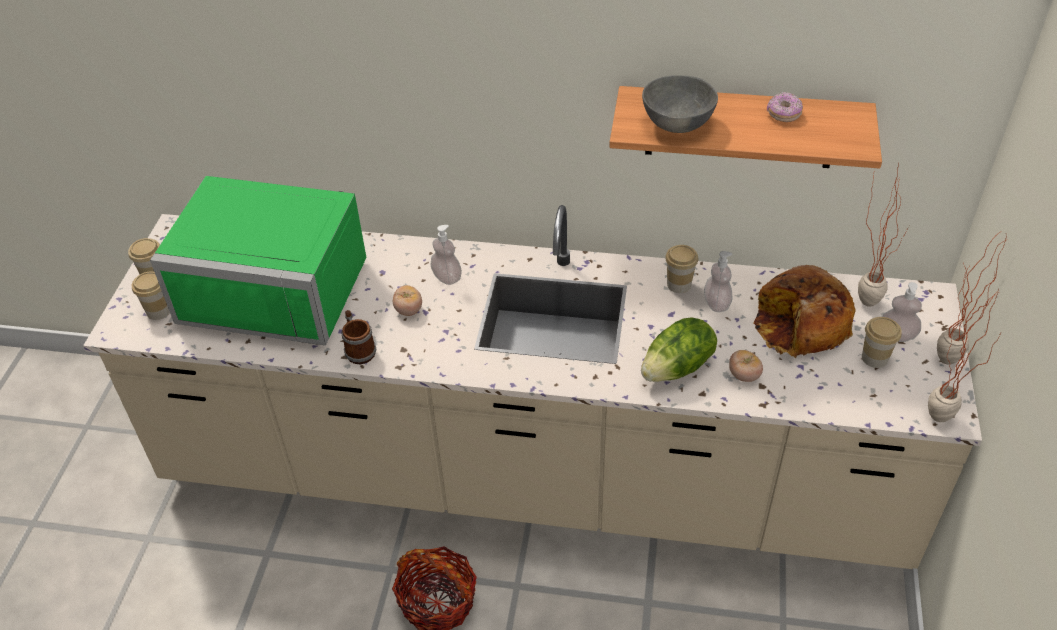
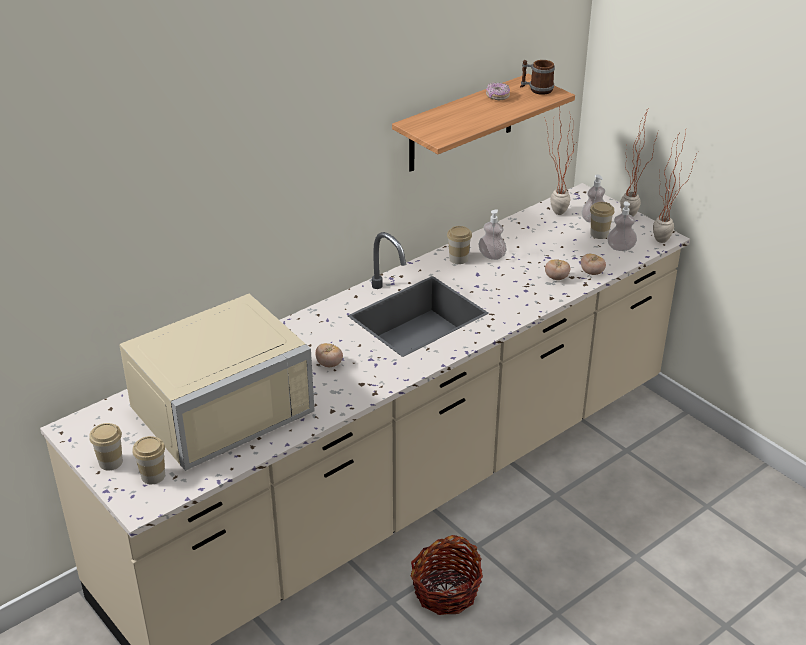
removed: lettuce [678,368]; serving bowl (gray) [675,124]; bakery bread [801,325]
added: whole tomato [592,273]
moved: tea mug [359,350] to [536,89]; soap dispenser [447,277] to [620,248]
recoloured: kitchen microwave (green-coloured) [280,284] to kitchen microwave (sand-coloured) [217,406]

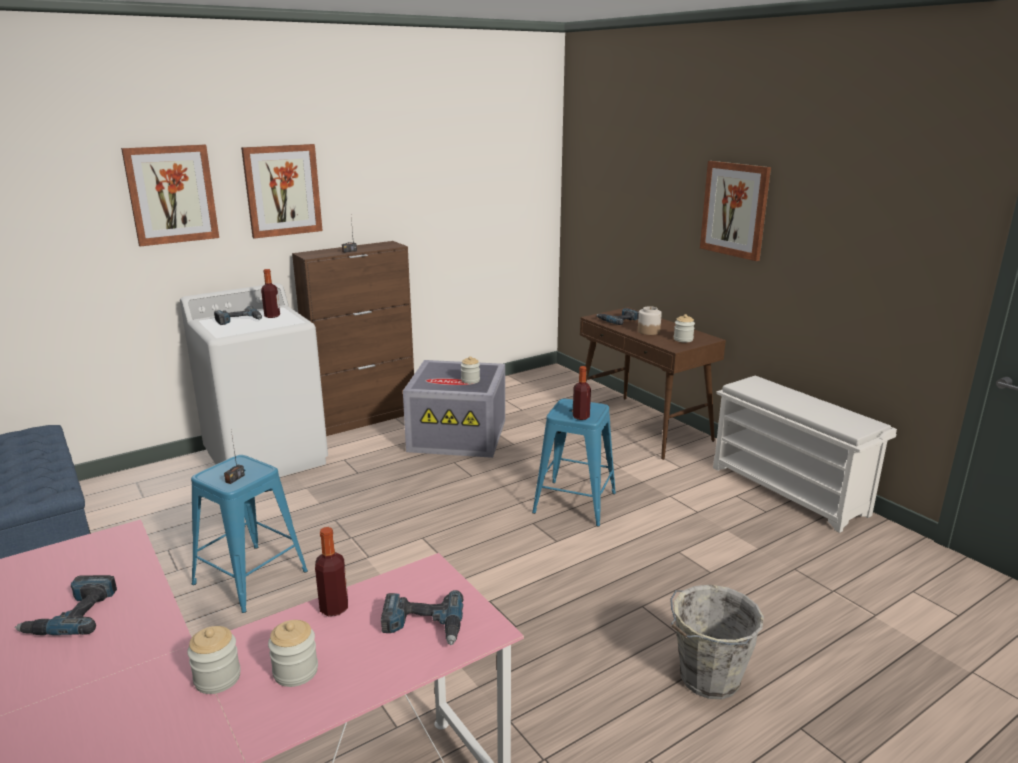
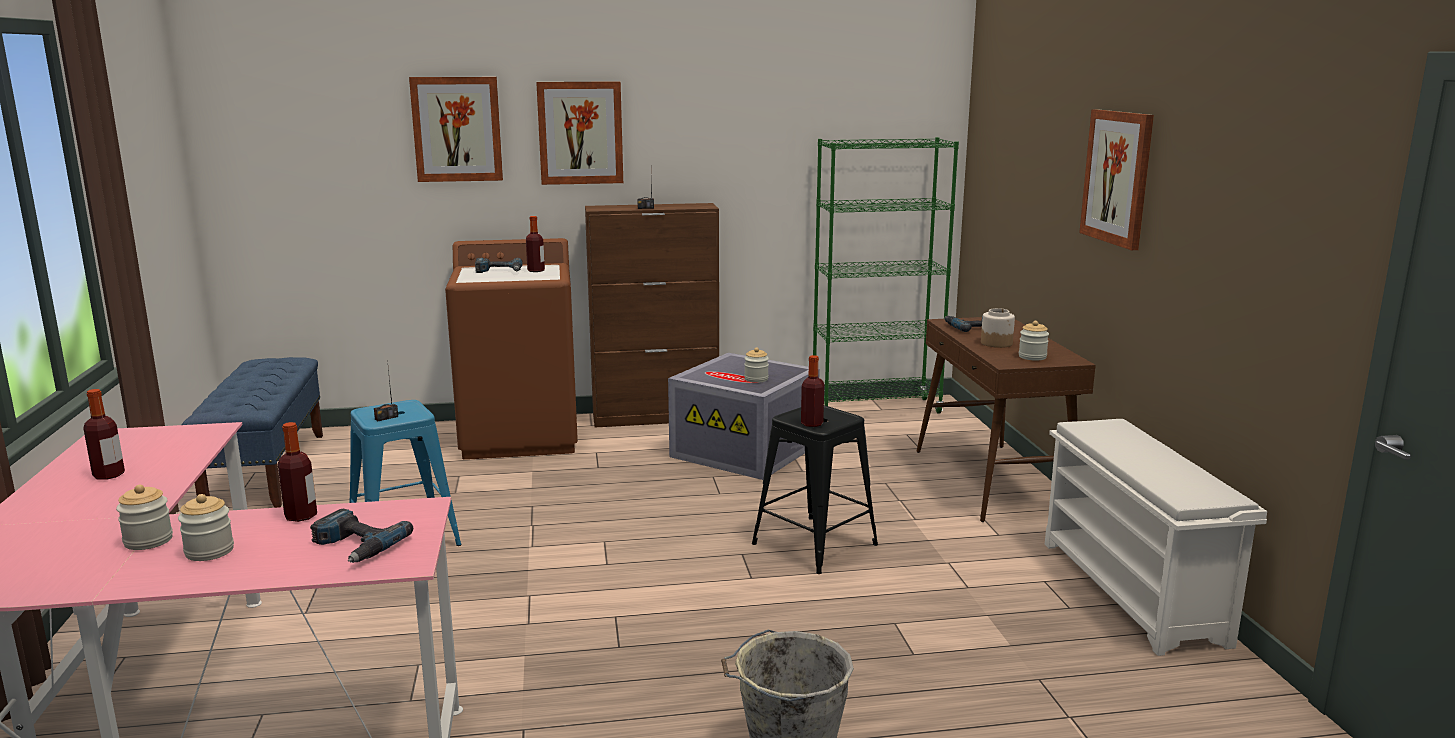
added: shelving unit (green-coloured) [875,409]
replaced: power drill [73,614] to drink bottle [109,475]
recoloured: washing machine (white) [267,457] to washing machine (brown) [521,436]; stool seat (blue) [574,503] to stool seat (black-coloured) [814,544]

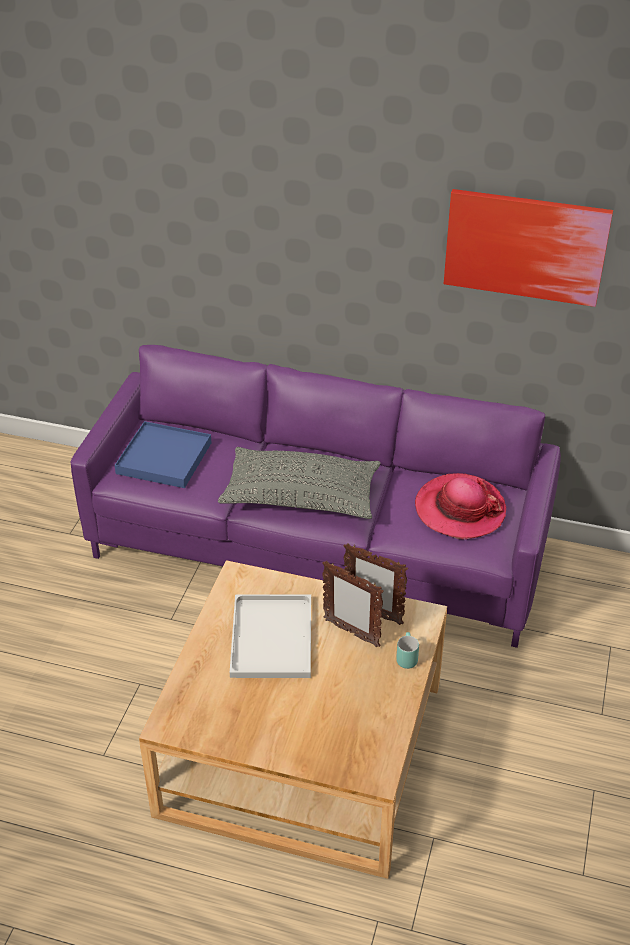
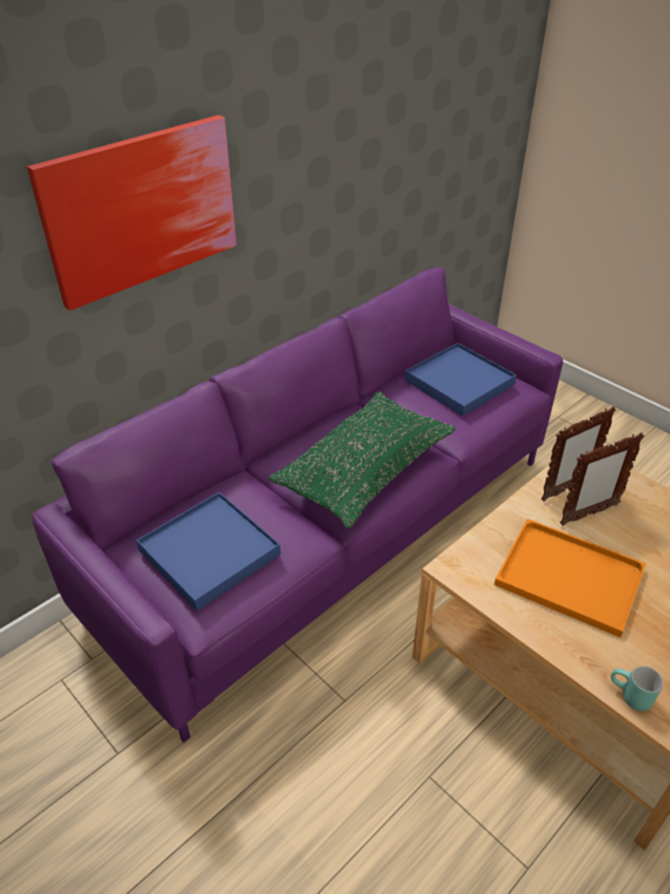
moved: wall picture [525,246] to [142,209]; tea mug (turquoise-coloured) [405,657] to [629,697]
replaced: hat [460,509] to serving tray (blue) [459,382]
recoloured: throw pillow (gray) [301,497] to throw pillow (green-coloured) [365,470]; serving tray (white) [273,639] to serving tray (orange) [572,577]

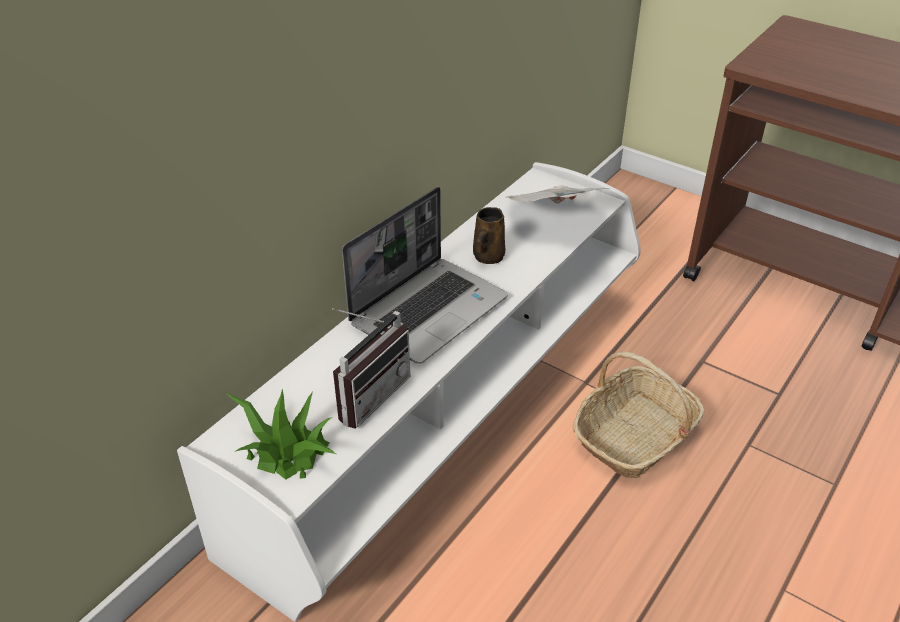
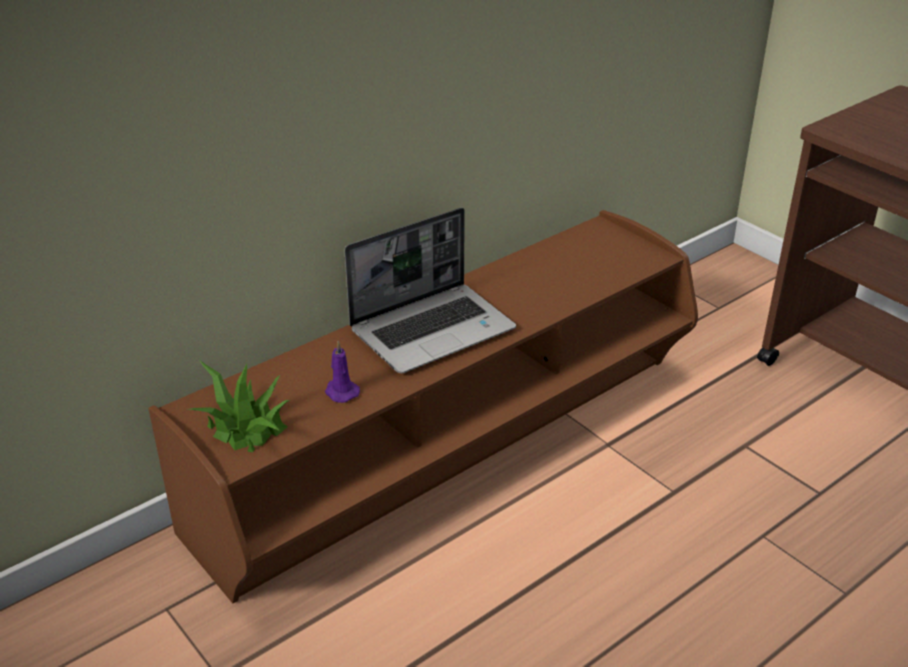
removed: tea mug (brown) [487,257]; printed paper [554,217]; storage basket [634,436]
replaced: radio [367,394] to wax light (purplish) [341,392]
recoloured: tv unit (white) [450,414] to tv unit (brown) [454,449]

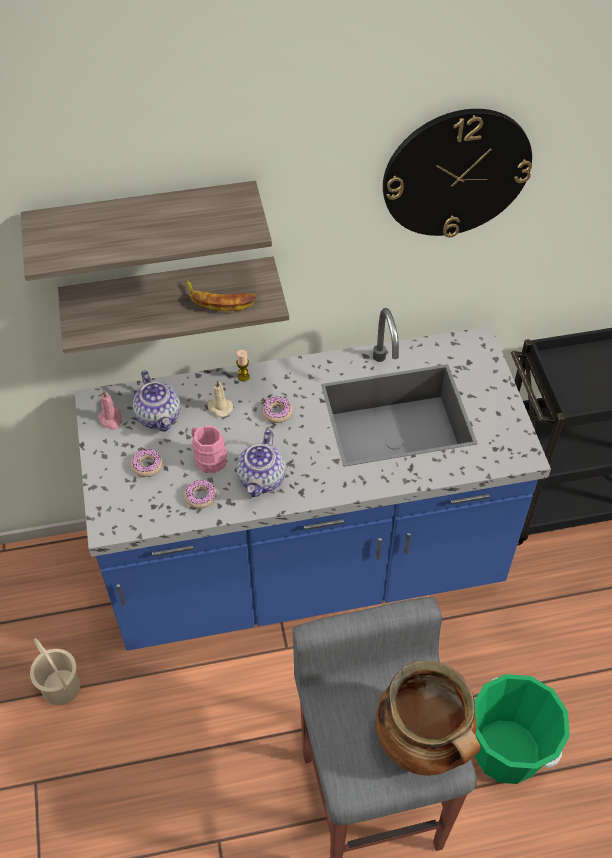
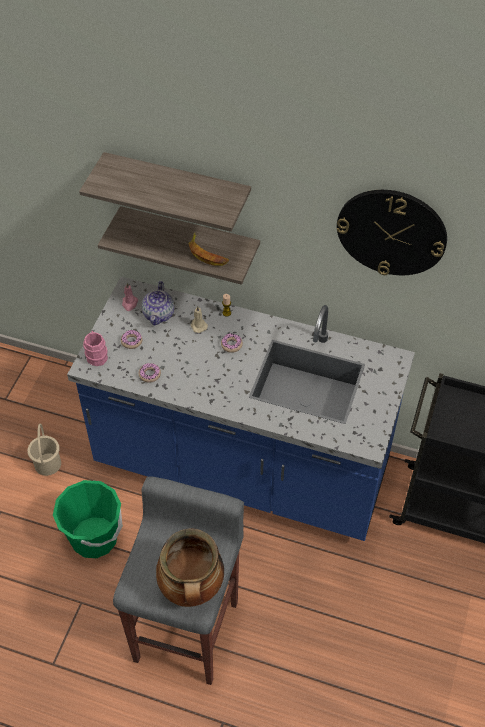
removed: tea pot [262,479]
moved: bucket (green-coloured) [506,751] to [94,538]; tea mug (pink-coloured) [207,457] to [96,355]

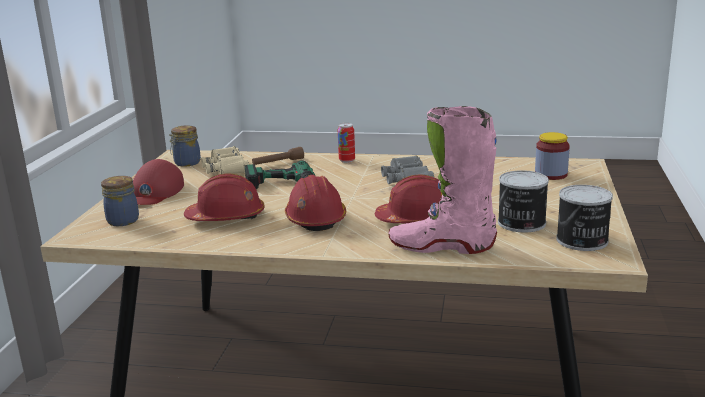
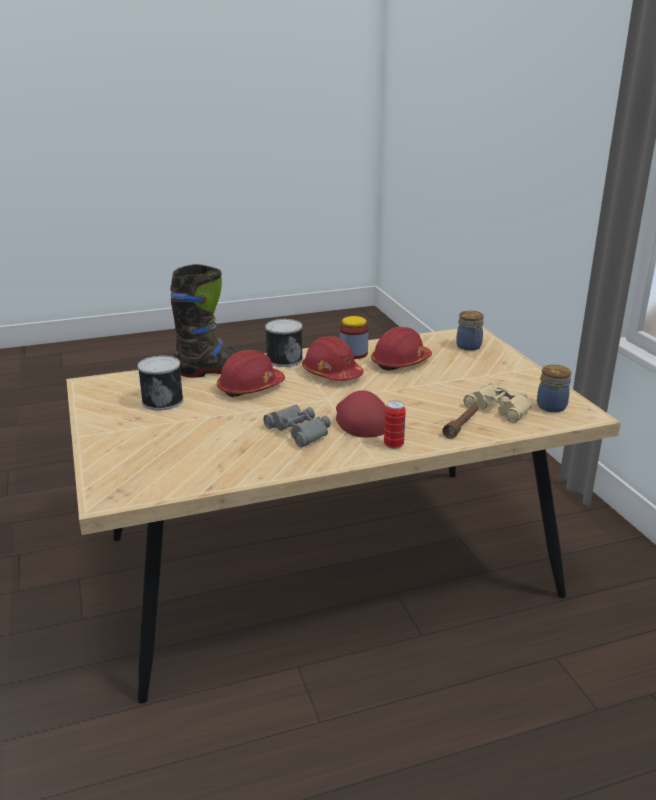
removed: power drill [282,188]
moved: metal can [582,241] to [284,359]; peaked cap (red-coloured) [155,192] to [360,419]; preserve jar [551,174] to [353,353]
recoloured: boot (pink-coloured) [442,246] to boot (black-coloured) [215,371]

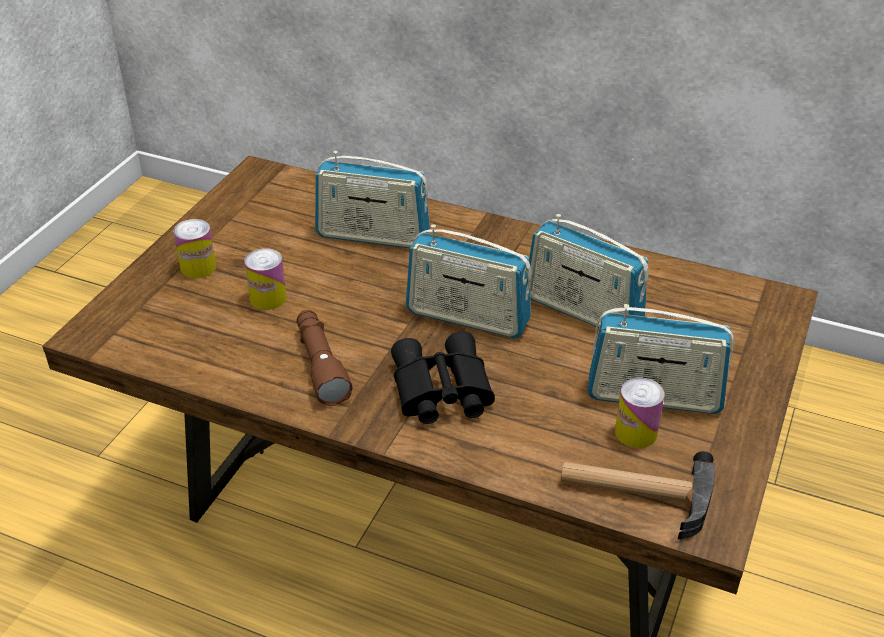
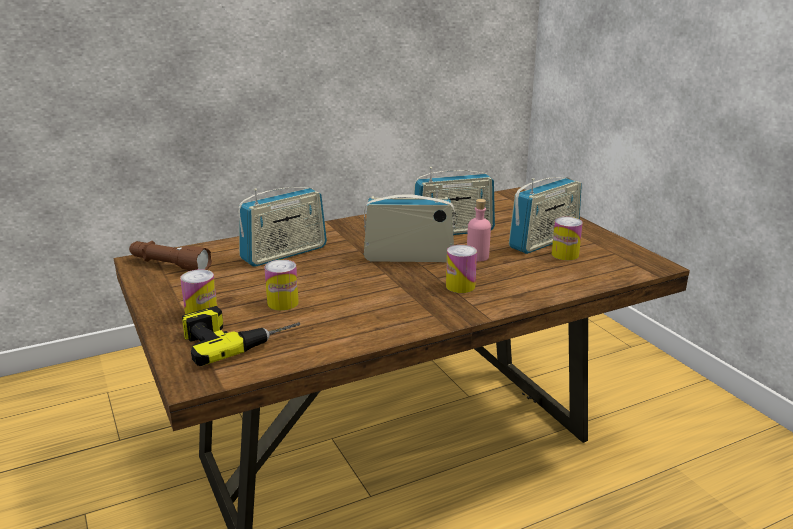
removed: tool hammer [635,493]
added: power drill [238,337]; drink bottle (pink-coloured) [477,257]
moved: torch (brown) [320,365] to [169,265]
replaced: field glasses (black-coloured) [439,391] to metal can [460,286]
turned: radio [467,317] = [409,257] 150 degrees counterclockwise

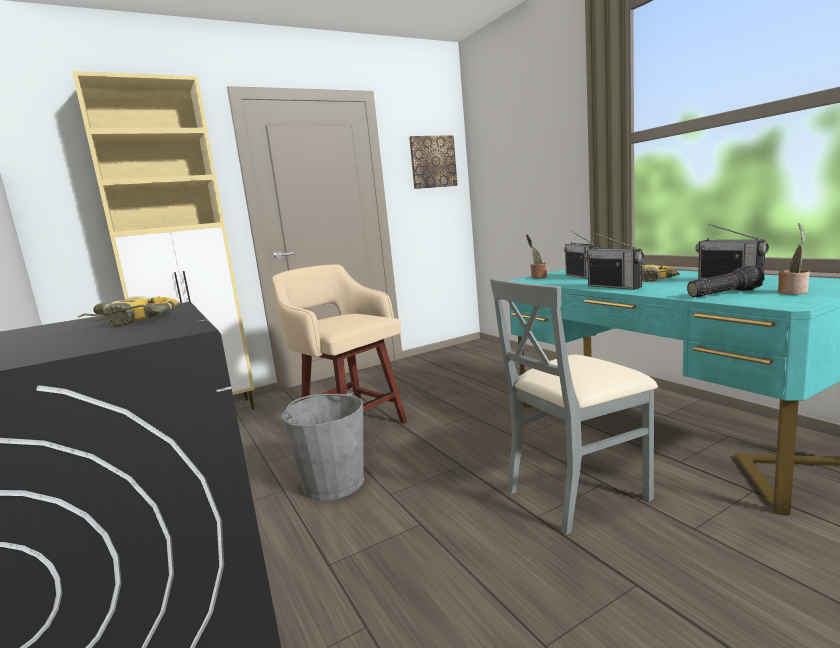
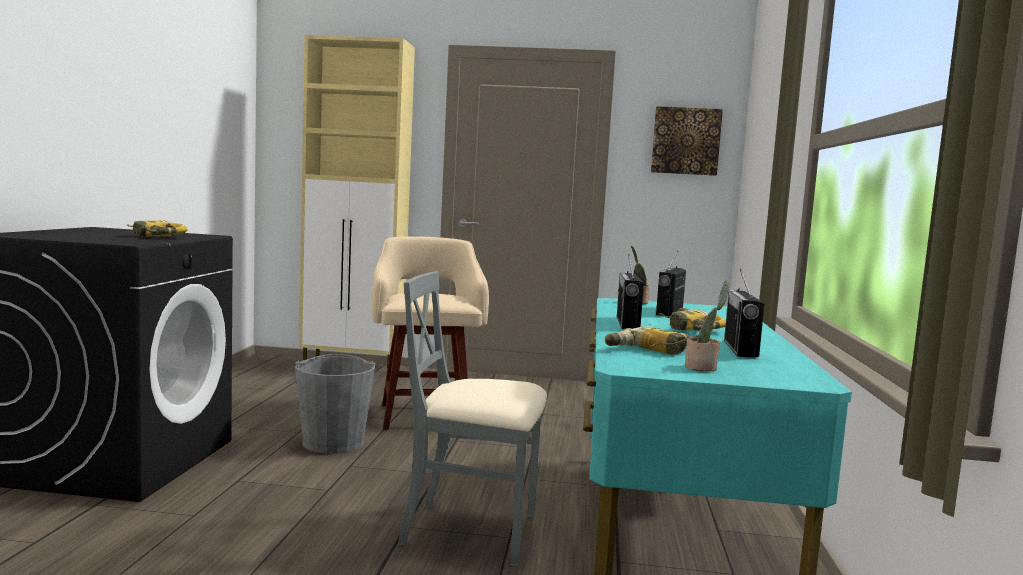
replaced: torch [723,293] to power drill [653,350]

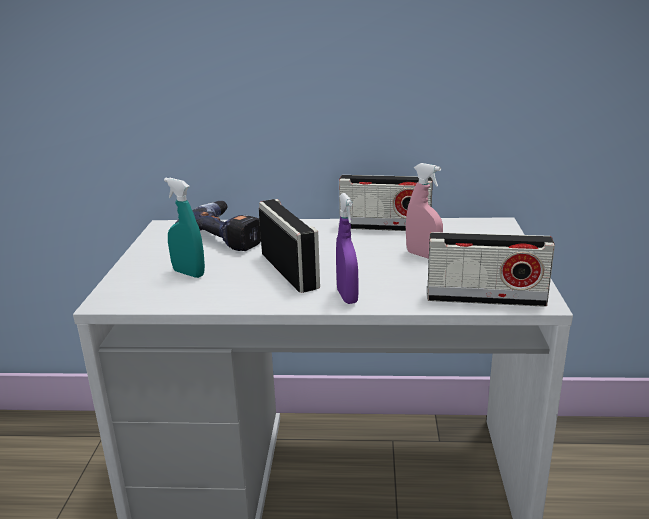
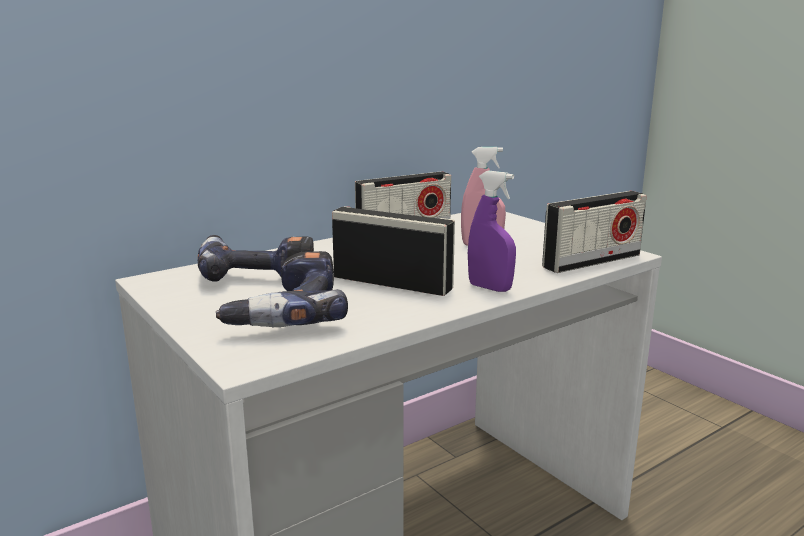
replaced: spray bottle (turquoise-coloured) [188,273] to power drill [287,312]

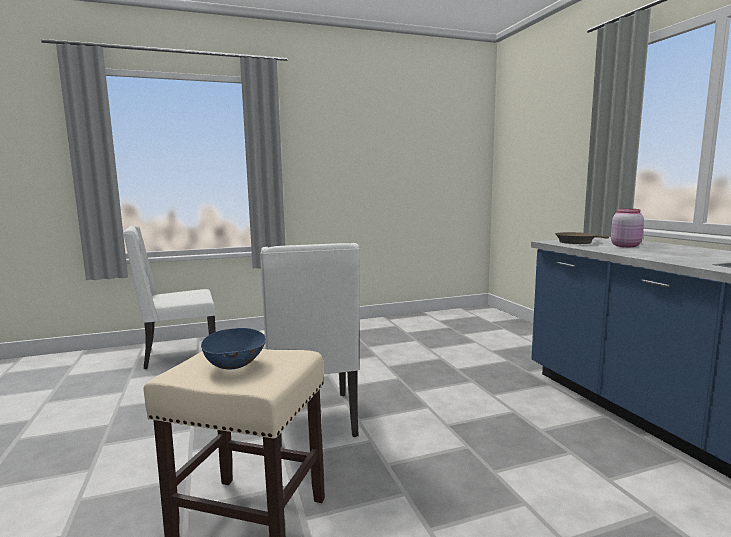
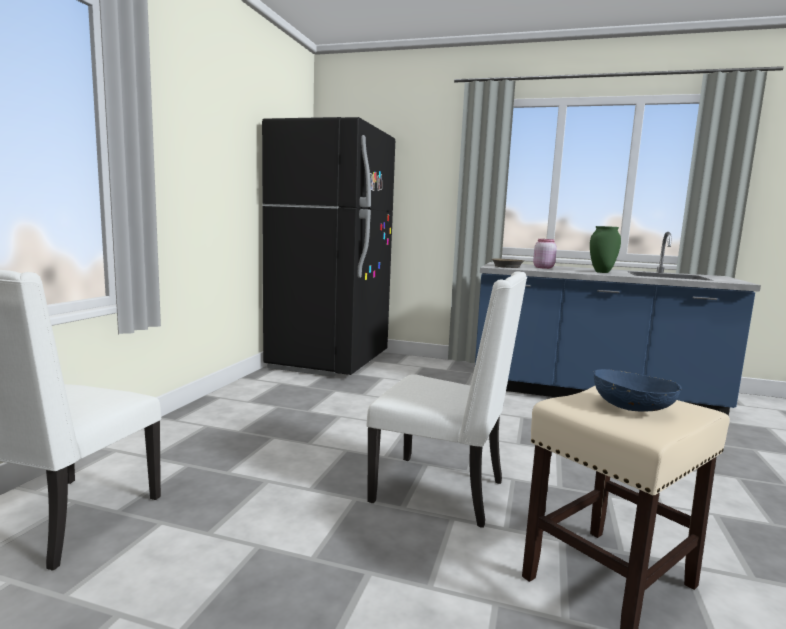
added: kitchen fridge (black-coloured) [330,361]; decorative vase (green-coloured) [602,272]

